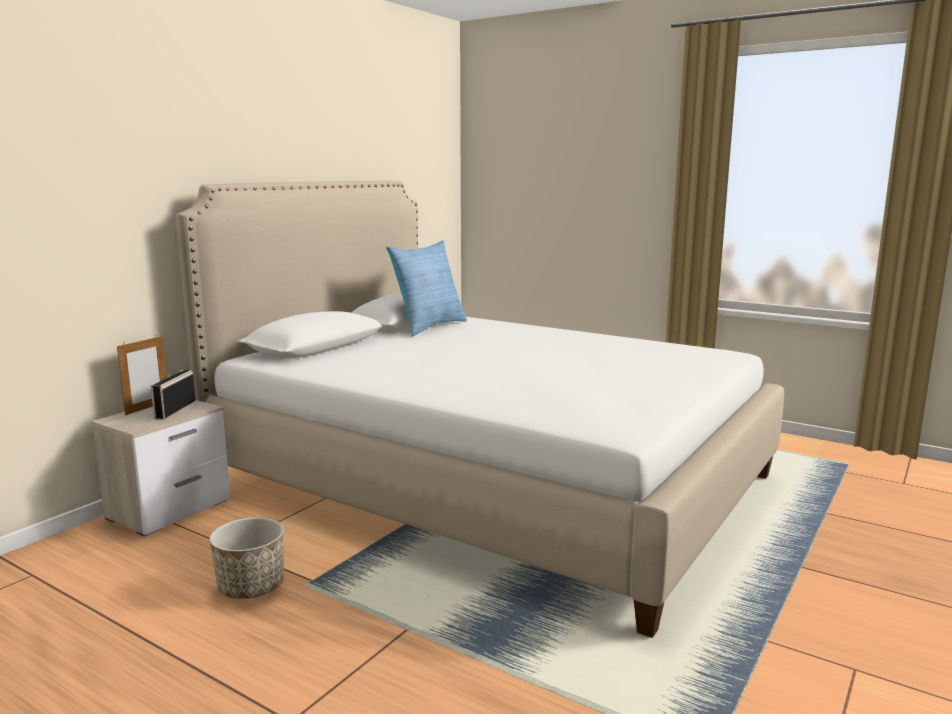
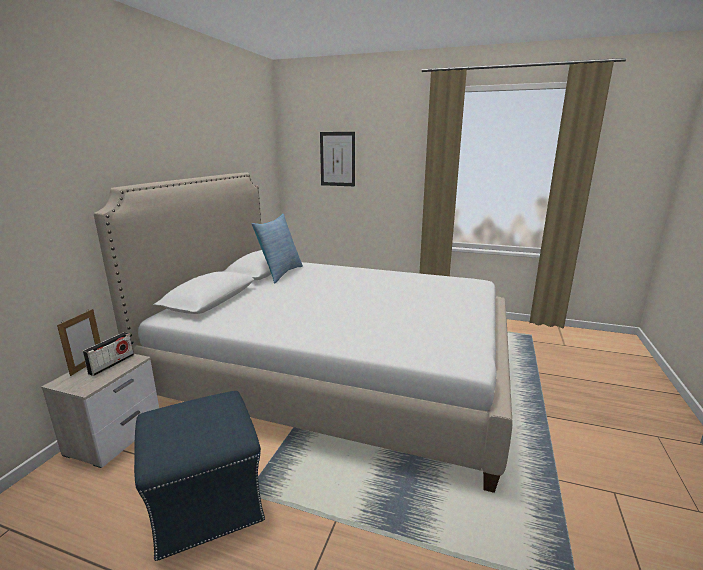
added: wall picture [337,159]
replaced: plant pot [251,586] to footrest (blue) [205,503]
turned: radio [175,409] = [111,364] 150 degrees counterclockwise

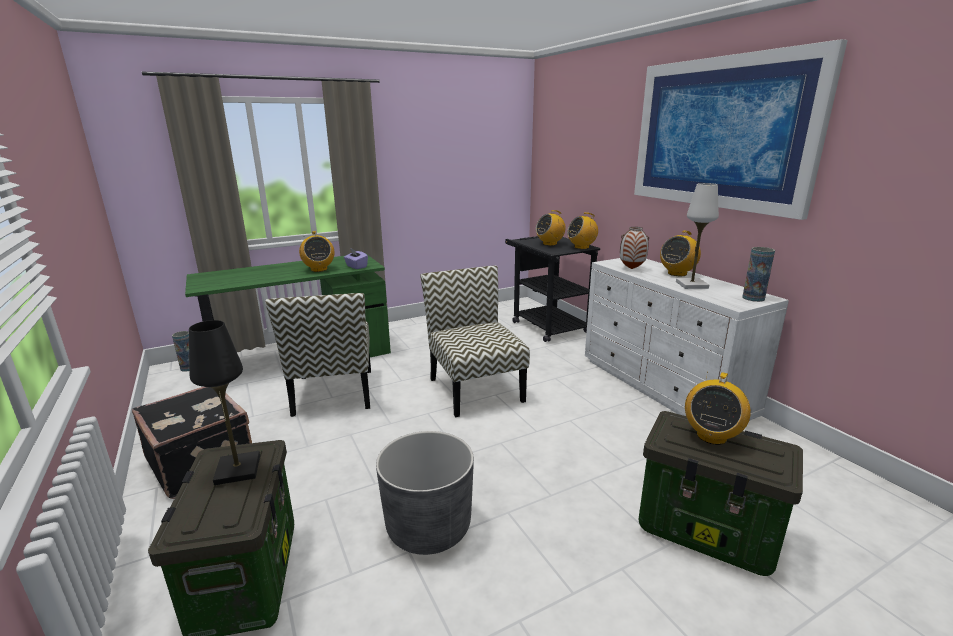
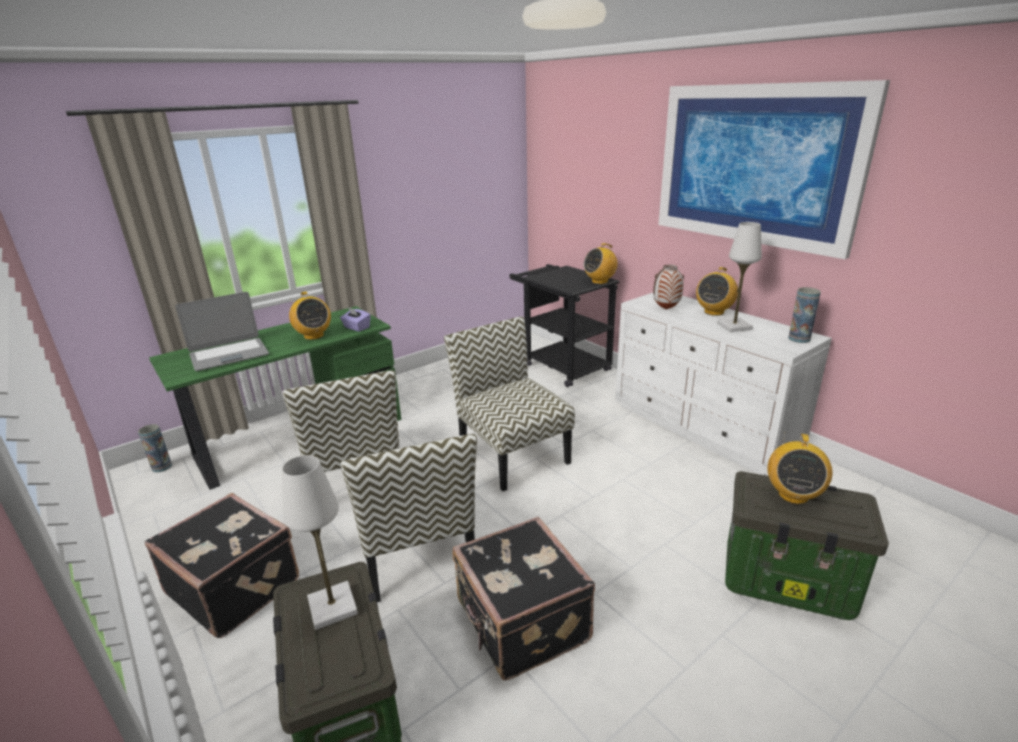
removed: radio [550,244]
added: laptop [229,355]; upright chair [417,551]
replaced: plant pot (gray) [428,527] to piece of luggage (black-coloured) [520,623]
recoloured: tabletop lamp (black-coloured) [238,470] to tabletop lamp (white) [333,607]

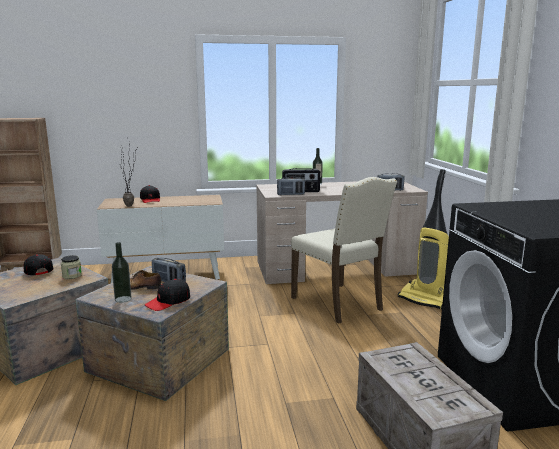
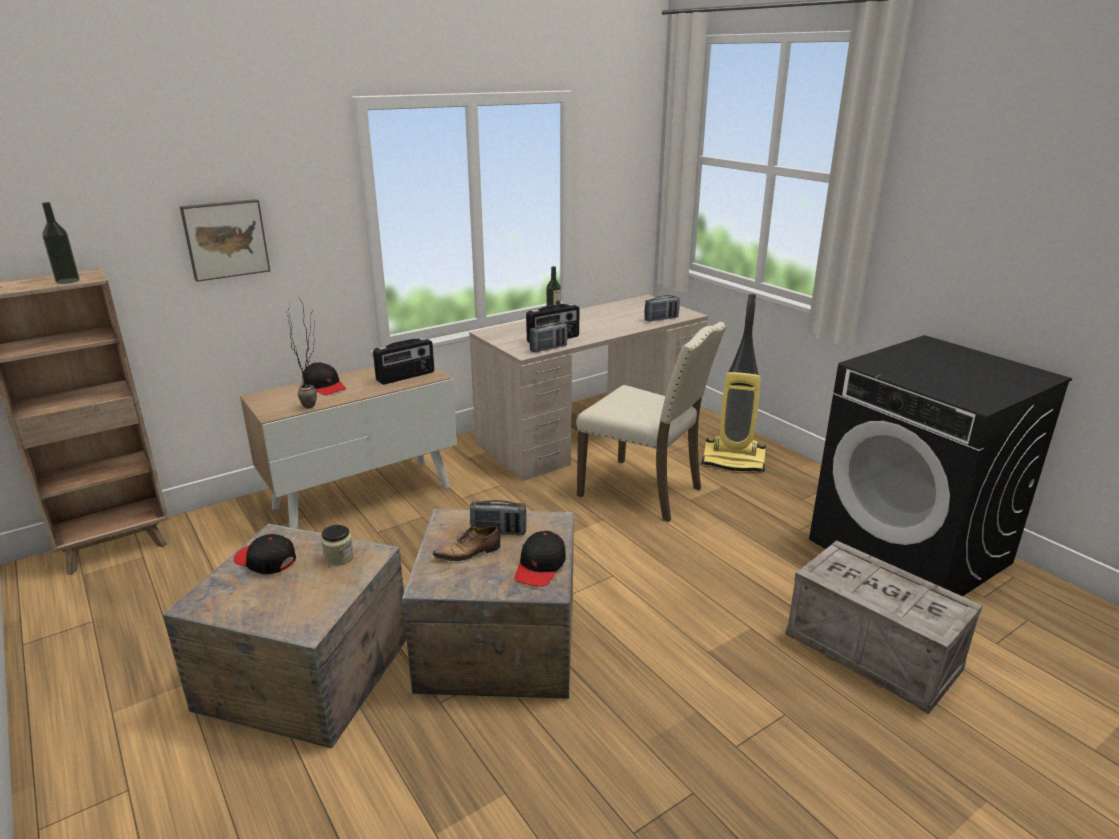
added: wall picture [225,239]; radio [406,377]
moved: drink bottle [123,299] to [67,281]

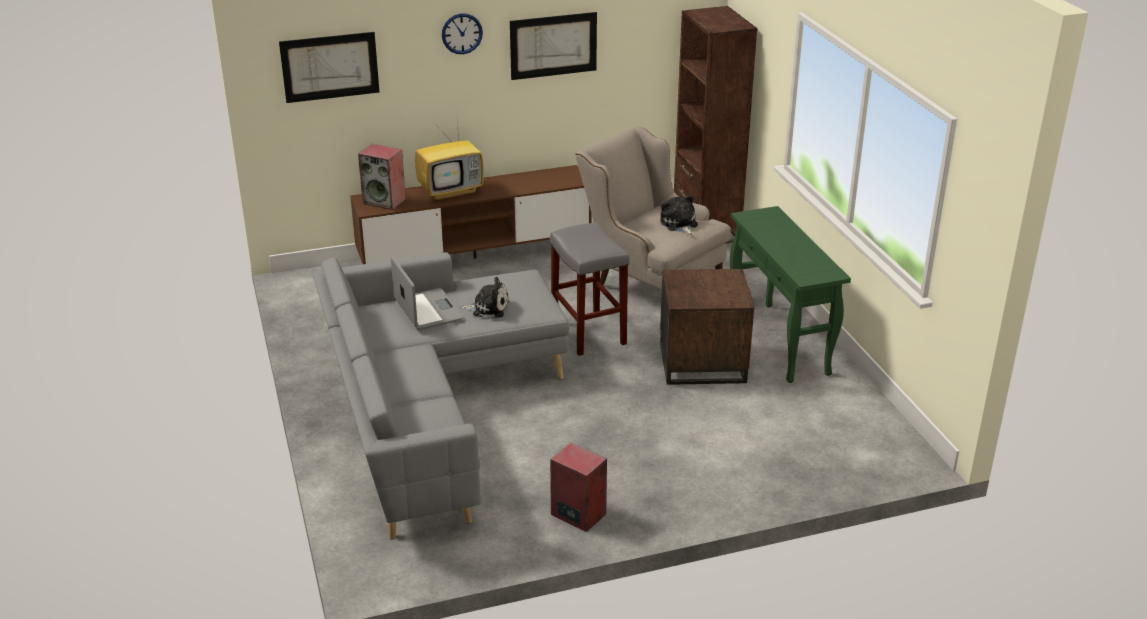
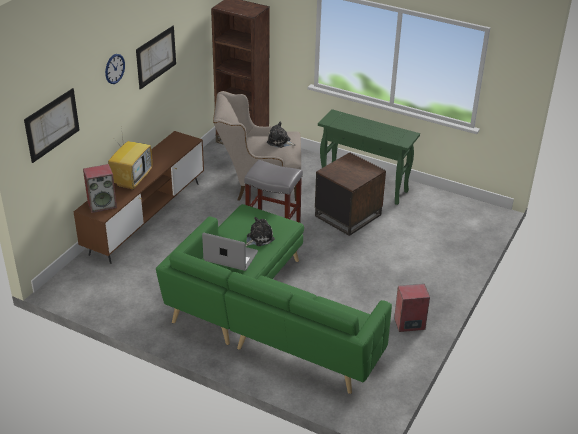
recoloured: sofa (gray) [430,412] to sofa (green-coloured) [264,318]

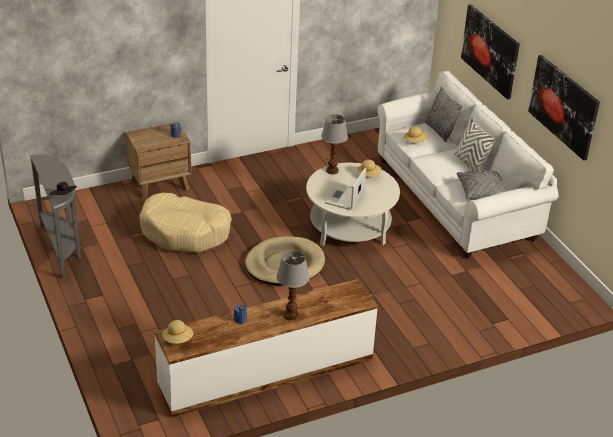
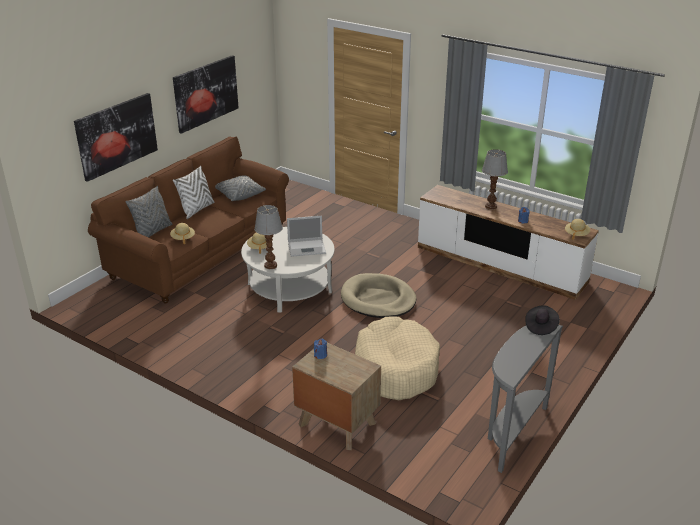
recoloured: sofa (white) [455,200] to sofa (brown) [200,253]

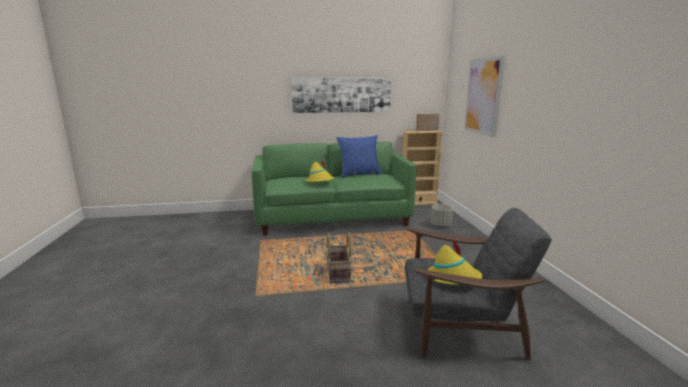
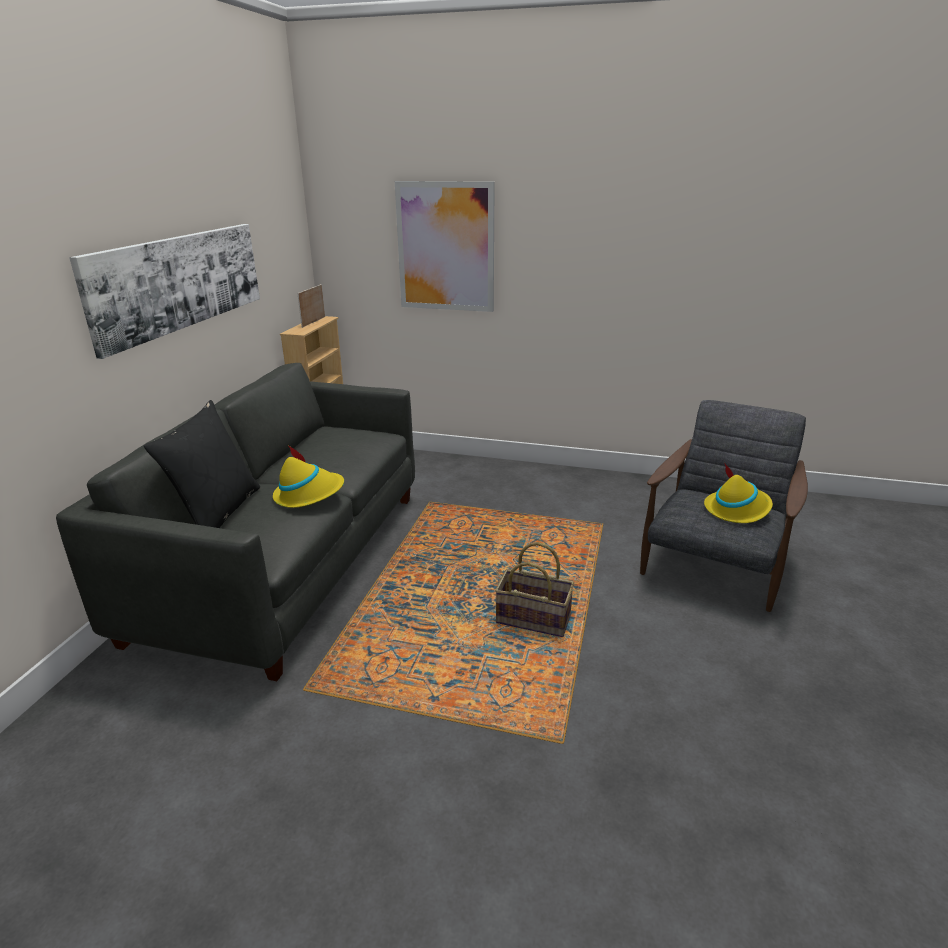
removed: throw pillow (blue) [359,174]; plant pot (gray) [440,225]
added: throw pillow (black-coloured) [217,513]
recoloured: sofa (green-coloured) [332,218] to sofa (gray) [287,561]

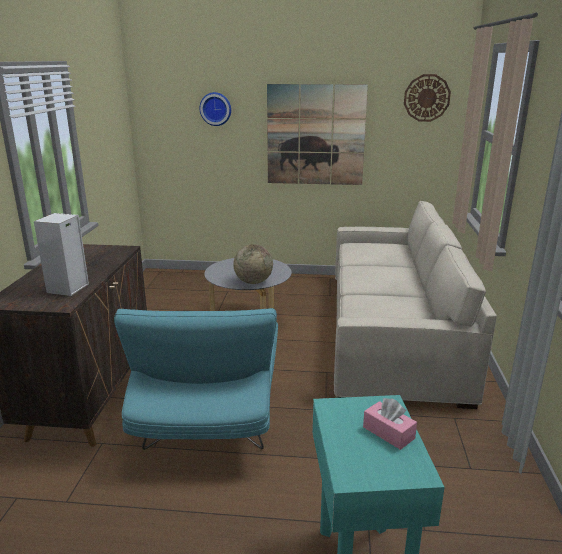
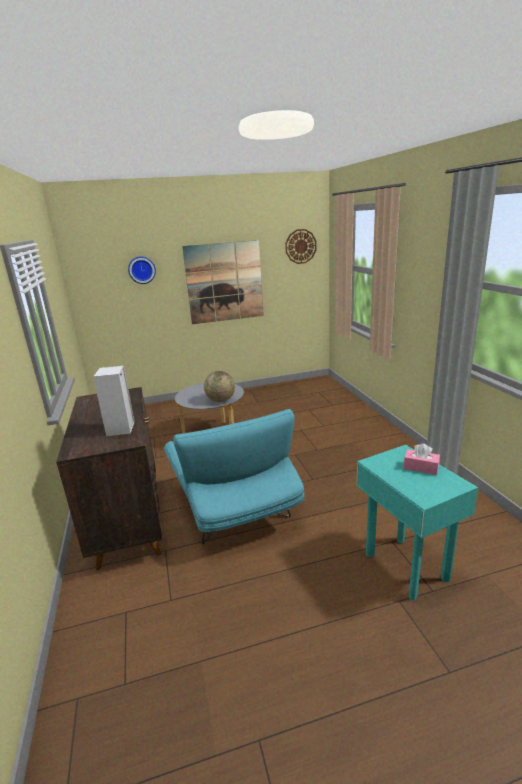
removed: sofa (sand-coloured) [391,330]

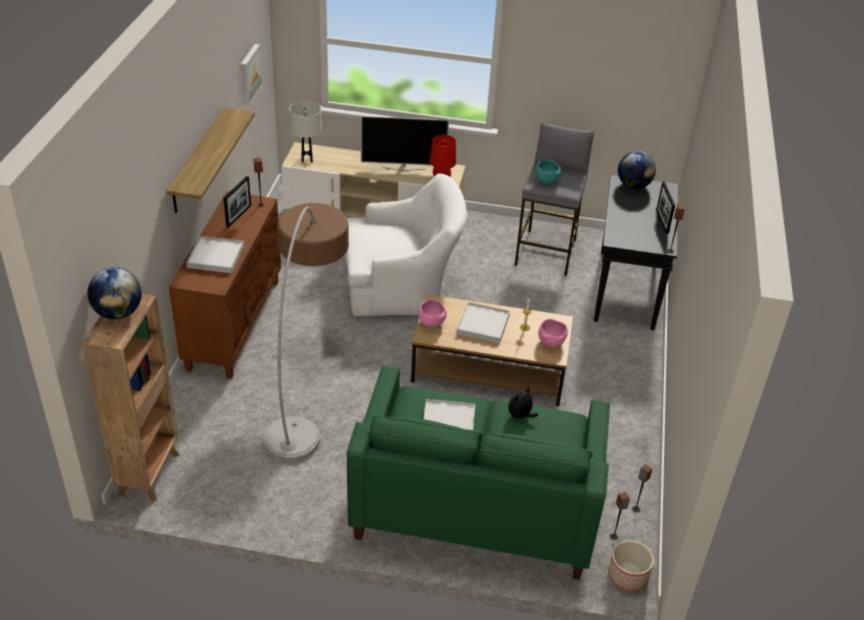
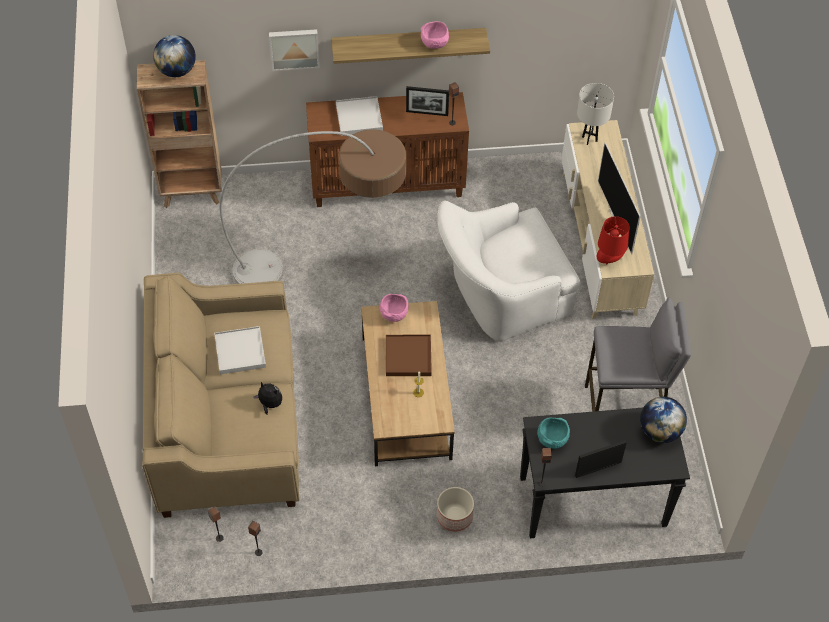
moved: wall picture [249,74] to [294,48]; serving bowl (pink-coloured) [551,342] to [435,44]; plant pot [627,576] to [454,516]; serving bowl (turquoise-coloured) [545,181] to [552,439]
recoloured: sofa (green-coloured) [476,503] to sofa (sand-coloured) [227,423]; serving tray (white) [483,325] to serving tray (brown) [408,357]
turned: armchair (white) [402,287] = [500,295] 90 degrees clockwise

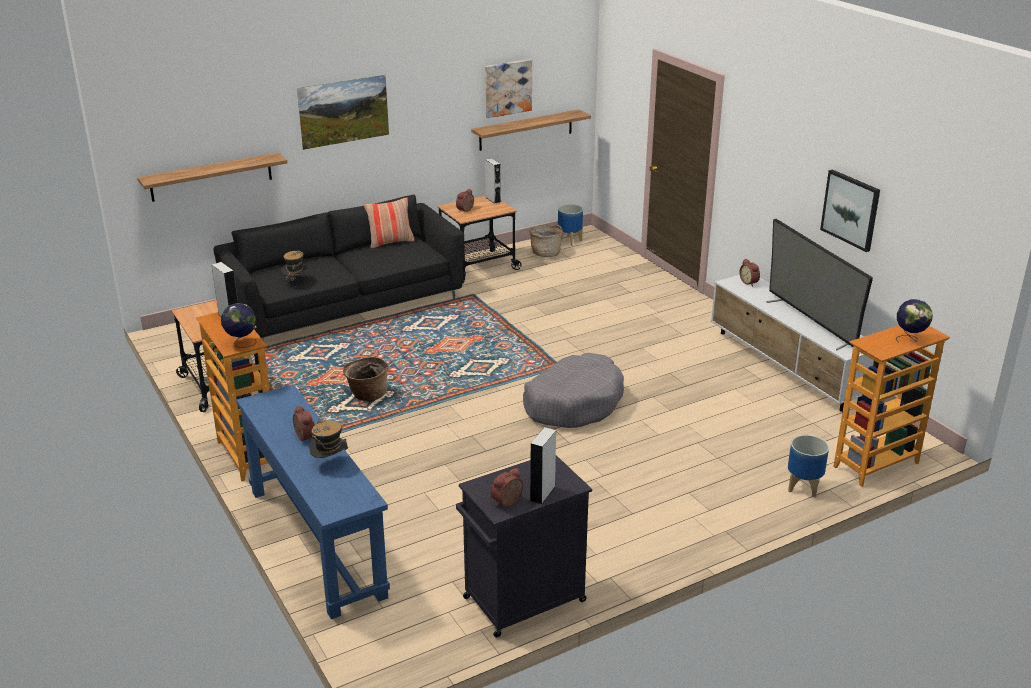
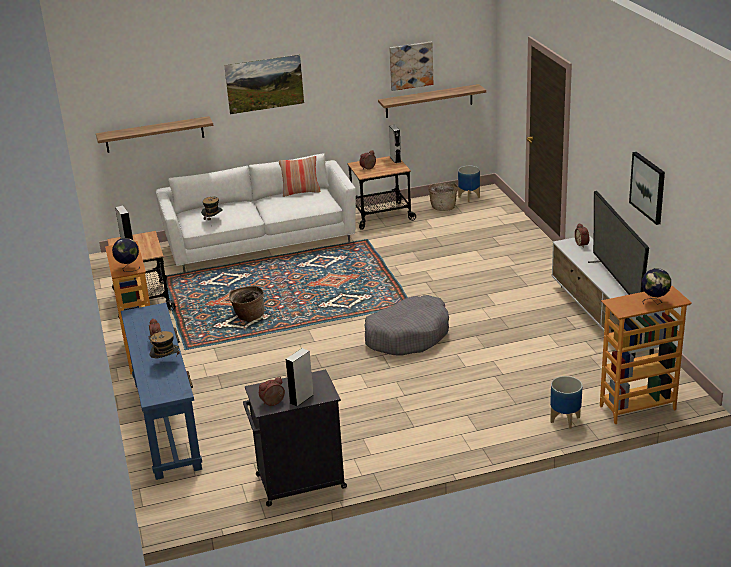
recoloured: sofa (black-coloured) [345,306] to sofa (white) [260,243]

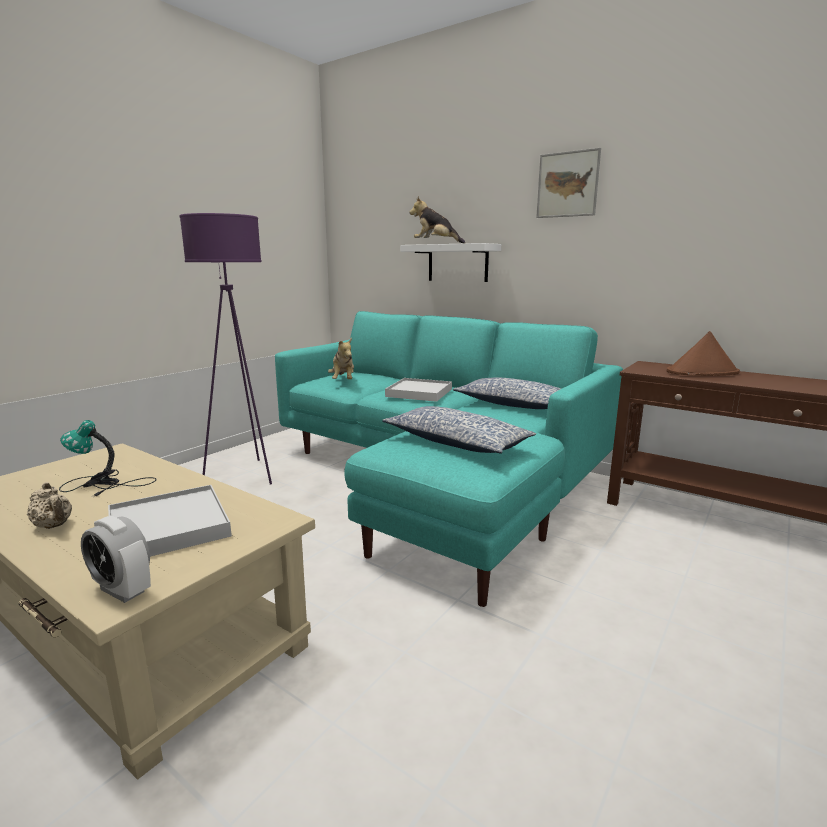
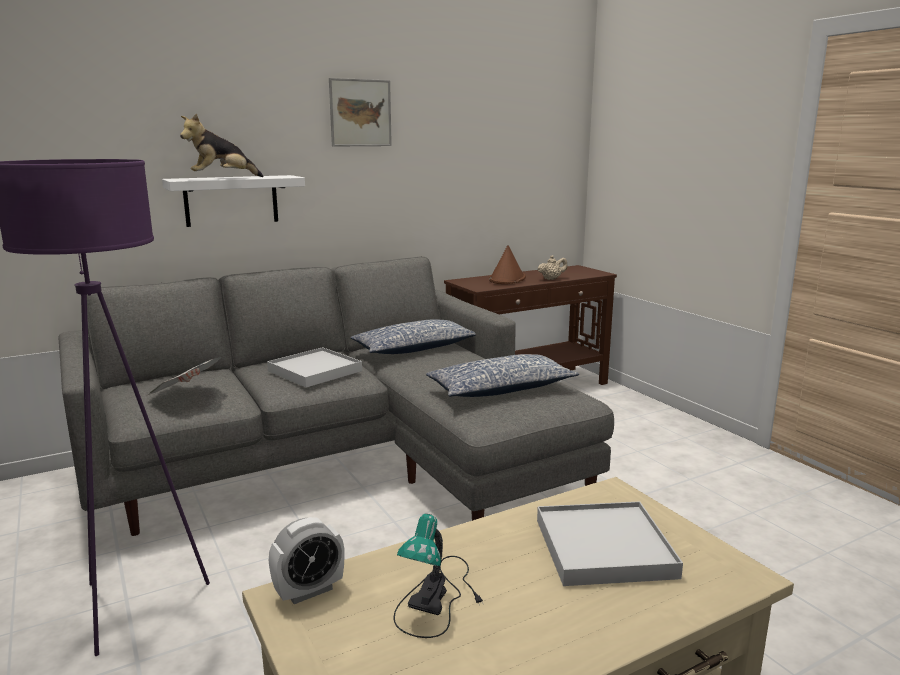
moved: table clock [122,590] to [309,591]; tea pot (sand-coloured) [54,526] to [551,279]
replaced: cuddly toy [343,381] to printed paper [186,395]
recoloured: sofa (turquoise-coloured) [438,479] to sofa (gray) [343,466]

